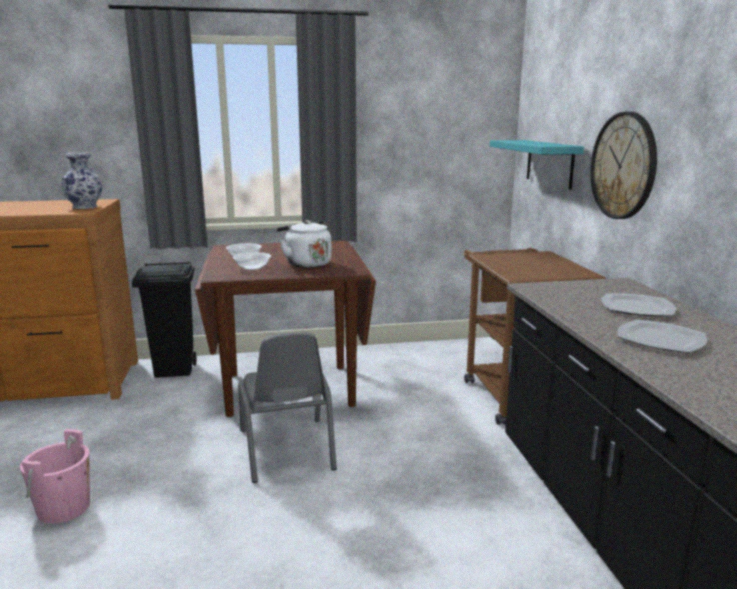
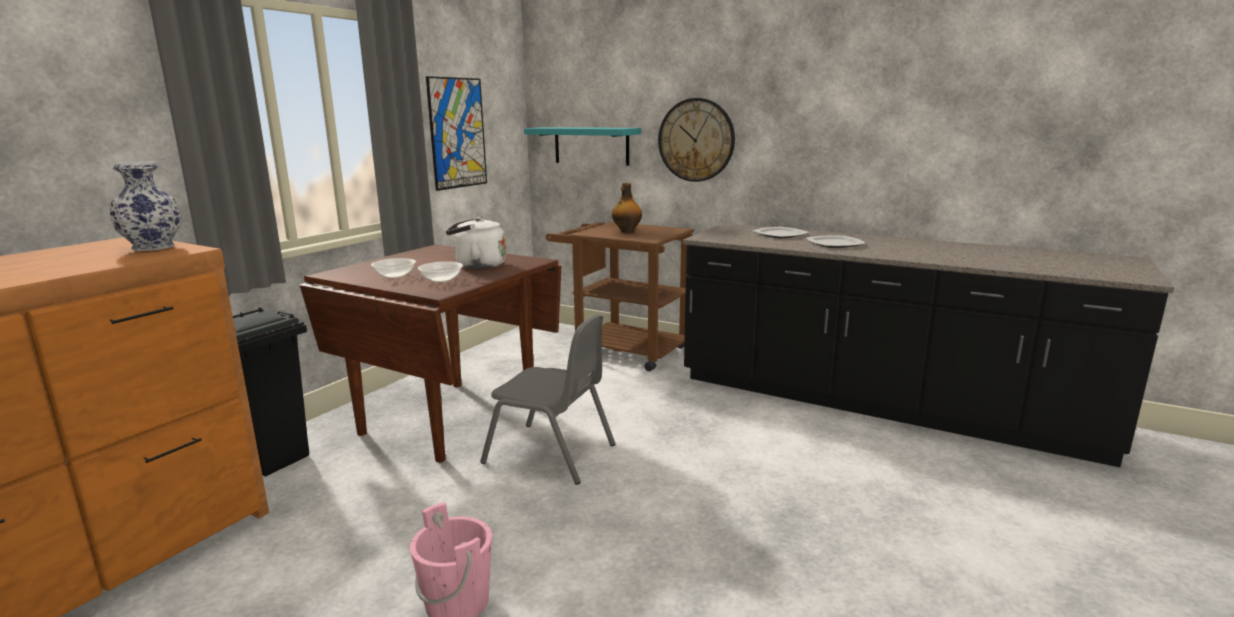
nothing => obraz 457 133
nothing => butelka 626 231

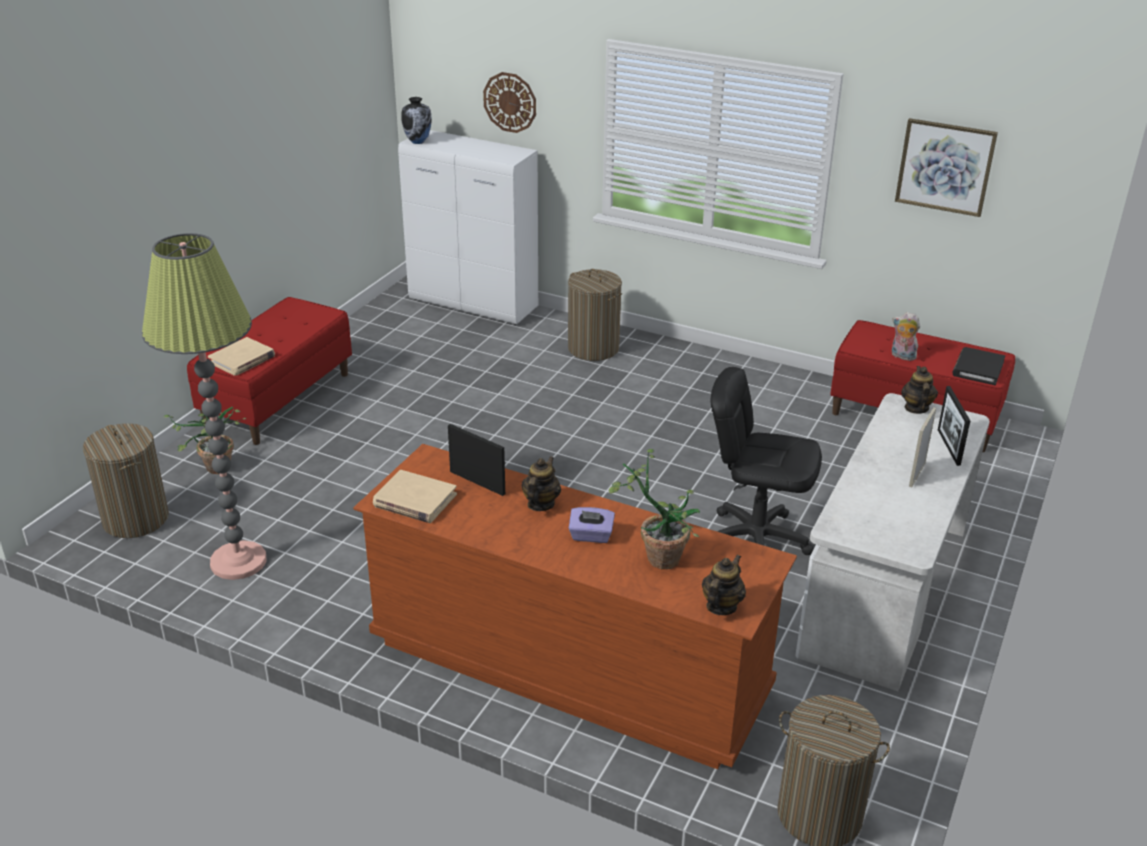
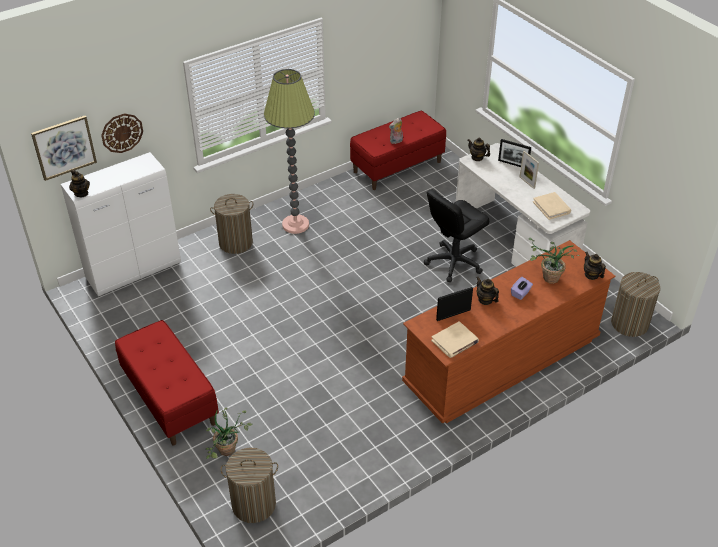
wazon 418 141 => imbryk 81 193
obraz 945 167 => obraz 64 147, relocated
lampa stojąca 238 561 => lampa stojąca 295 224, relocated
książka (beżowy) 242 359 => książka (beżowy) 551 207, relocated
książka (czarny) 977 369 => nothing

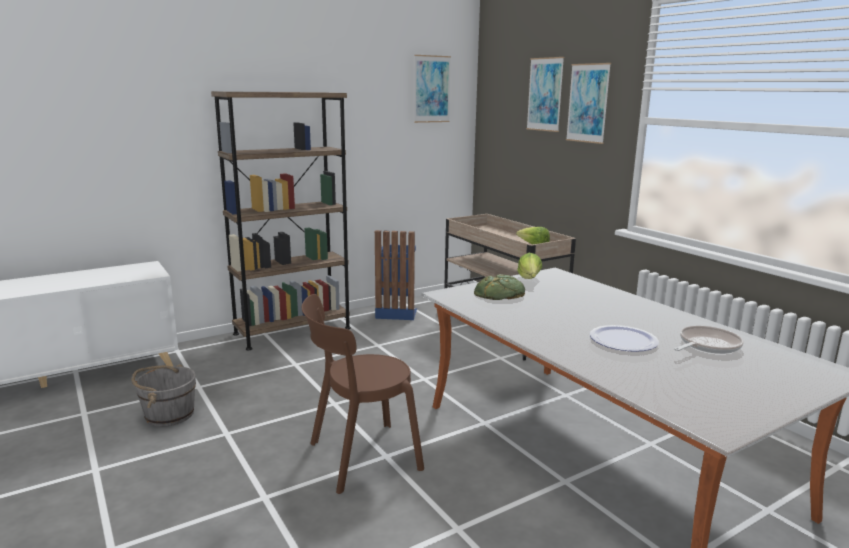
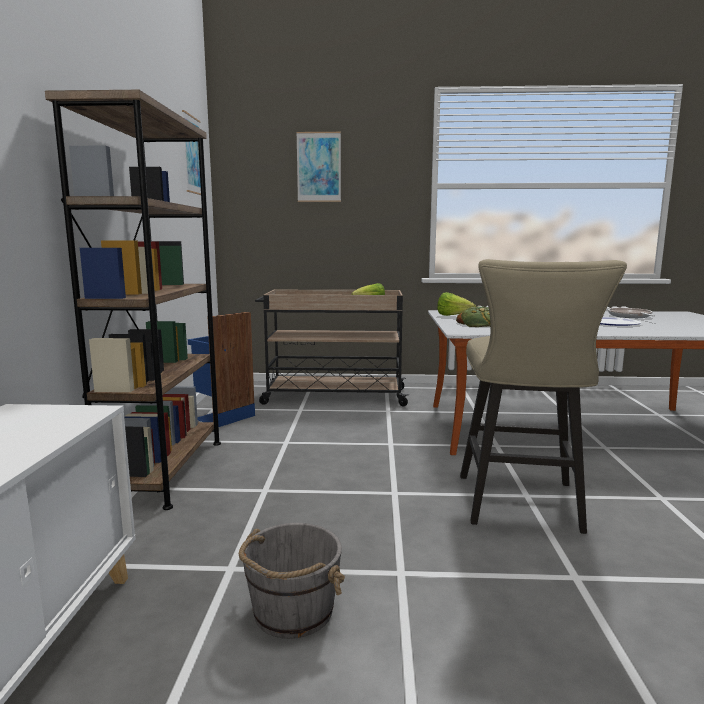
obraz 588 103 => nothing
krzesło (brązowy) 359 457 => stołek (beżowy) 521 507

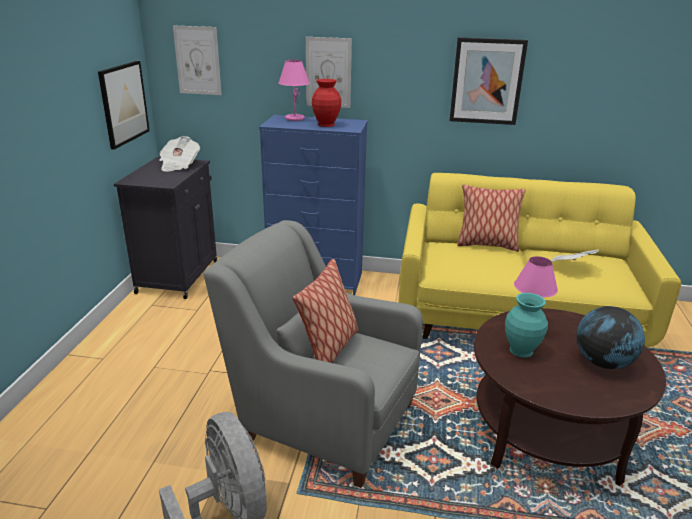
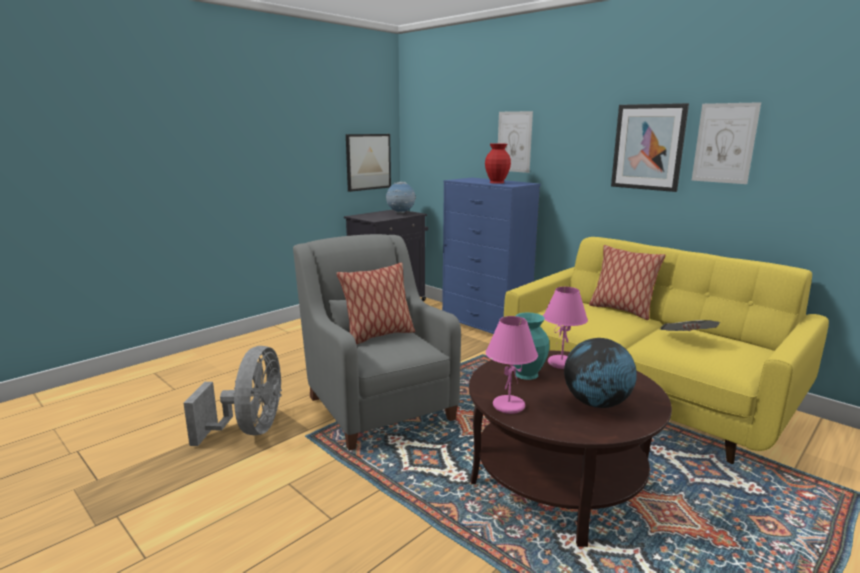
obraz 197 60 => obraz 724 143, relocated
lampa stołowa (różowy) 294 118 => lampa stołowa (różowy) 508 406, relocated
gazeta 179 165 => globus 400 213

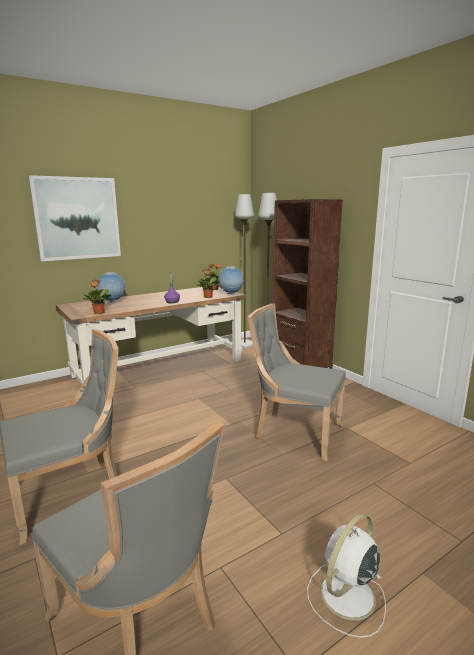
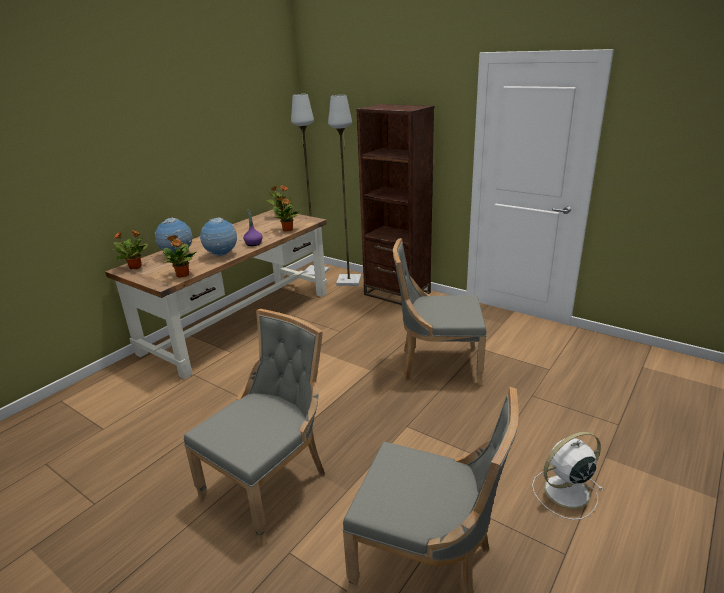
obraz 77 218 => nothing
globus 231 294 => globus 221 255, relocated
wentylator (biały) 346 596 => wentylator (biały) 565 492, 45 degrees clockwise
nothing => roślina doniczkowa 136 267

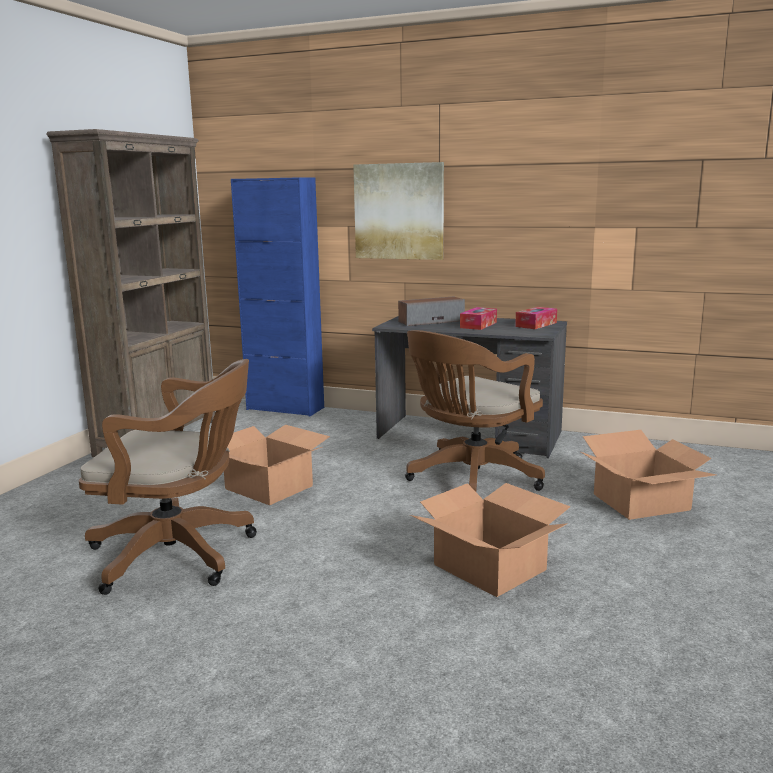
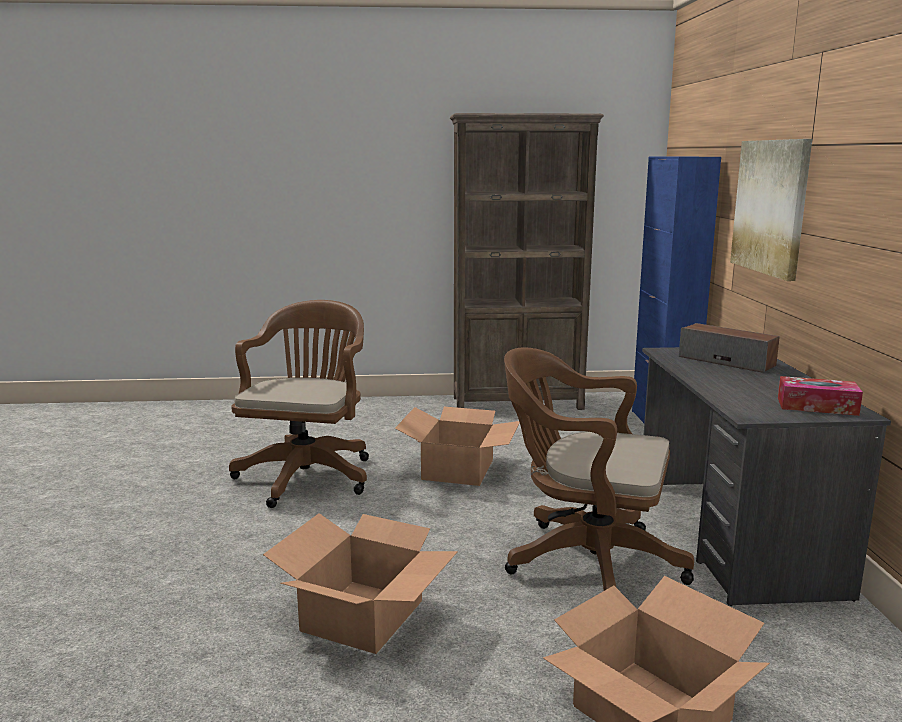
pudełko chusteczek 478 325 => nothing
krzesło biurowe (brązowy) 180 555 => krzesło biurowe (brązowy) 308 474, 150 degrees counterclockwise

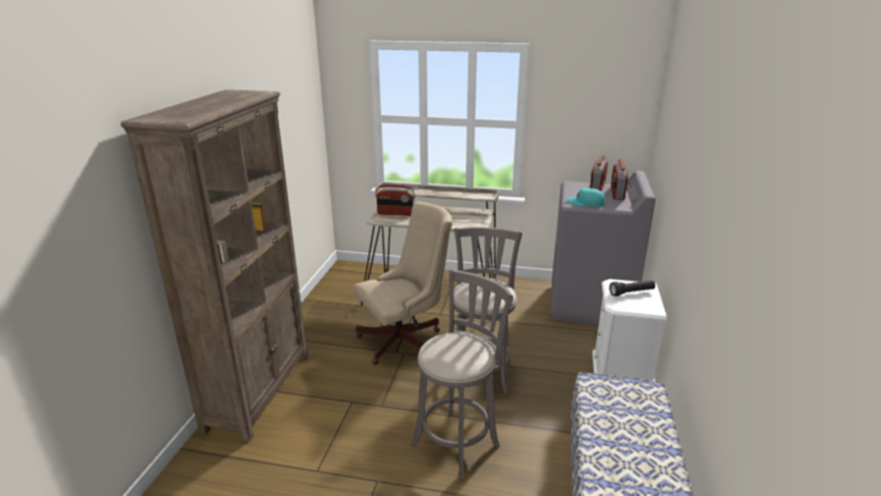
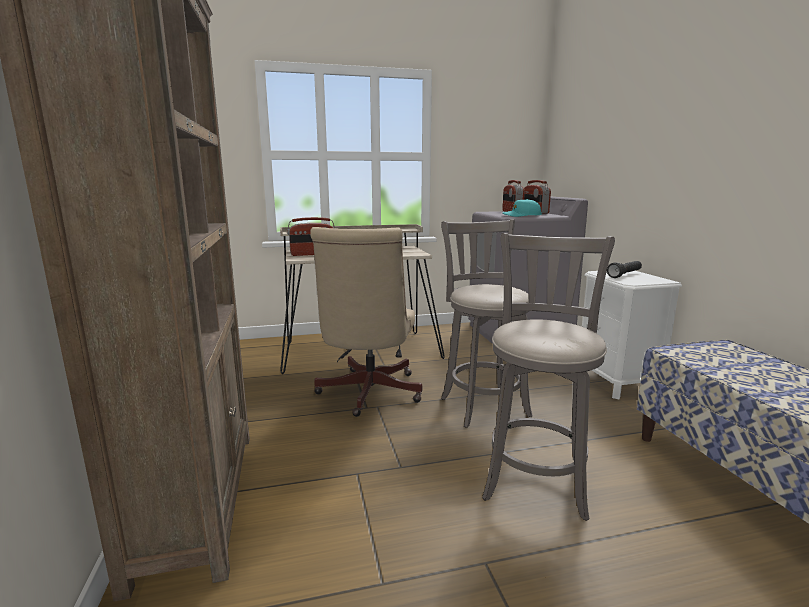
krzesło biurowe (beżowy) 406 340 => krzesło biurowe (beżowy) 367 394, 150 degrees clockwise

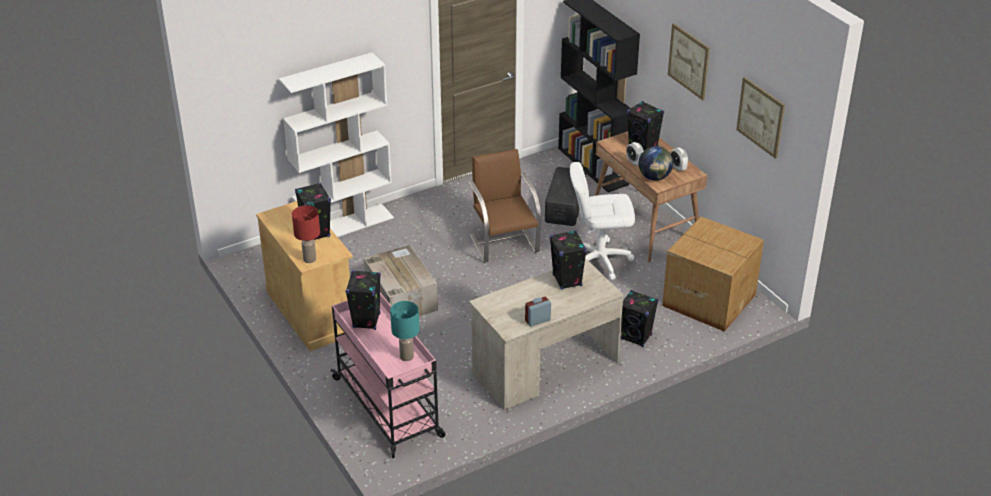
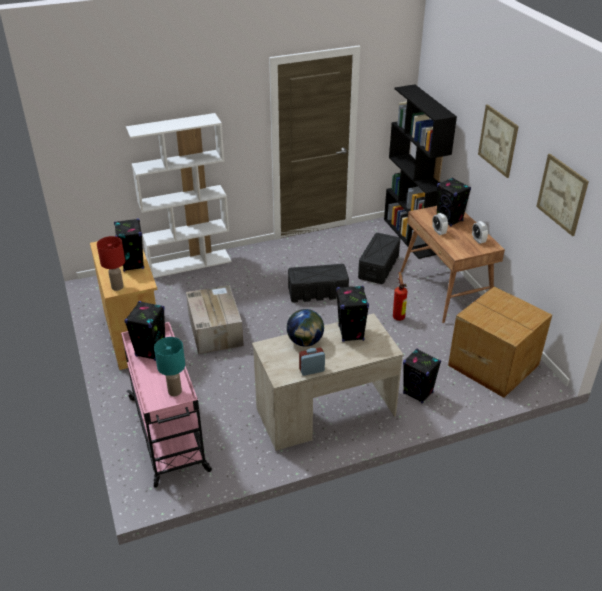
globus 654 177 => globus 305 342, relocated
krzesło (brązowy) 504 243 => pojemnik do przechowywania (czarny) 318 292
krzesło biurowe (biały) 599 260 => gaśnica 398 316

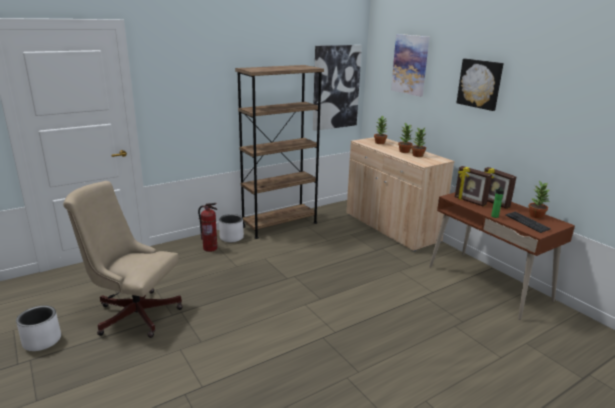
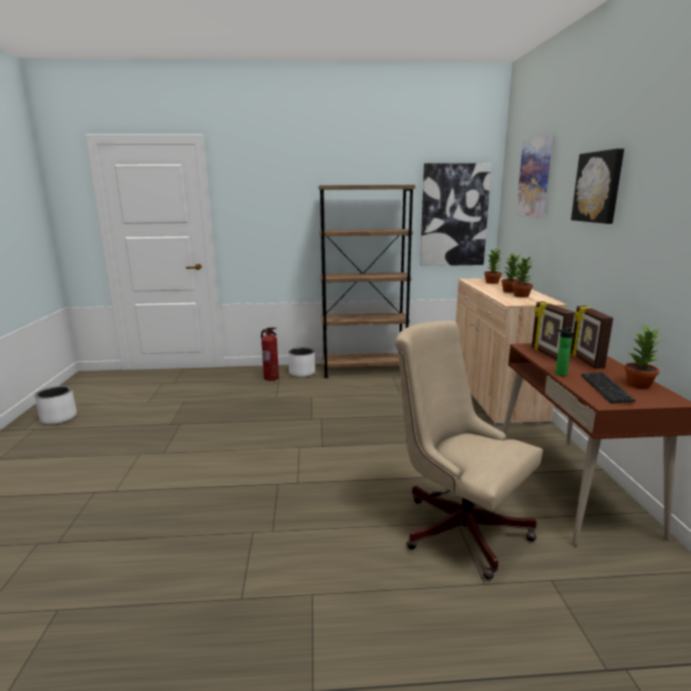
krzesło biurowe (beżowy) 133 313 => krzesło biurowe (beżowy) 457 525, relocated

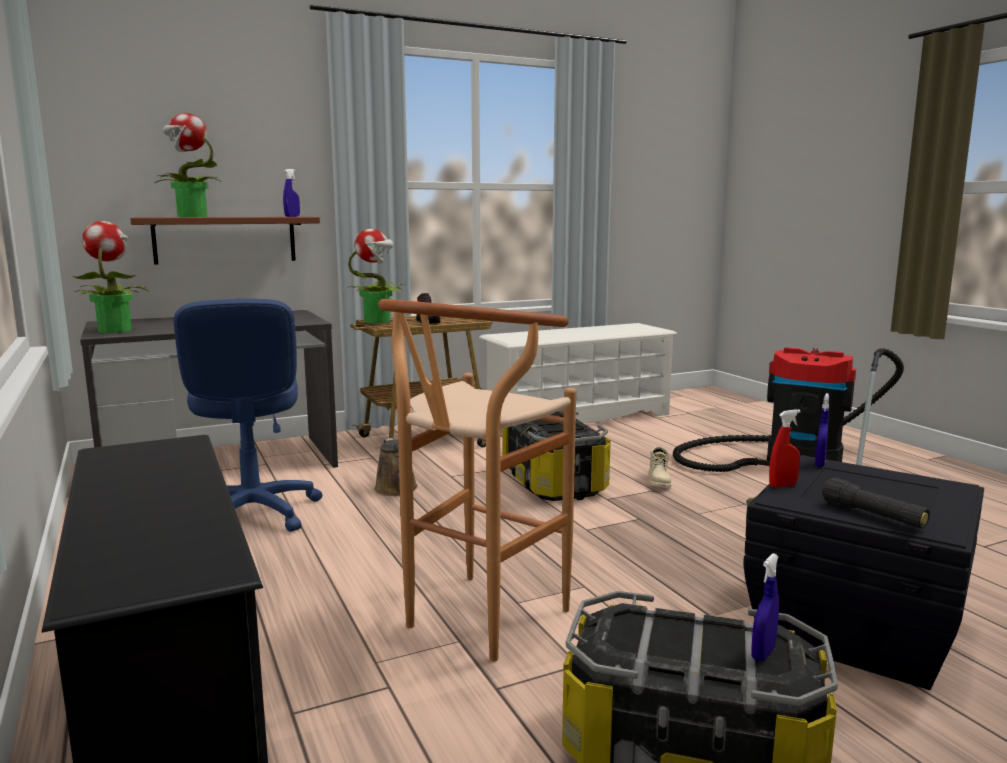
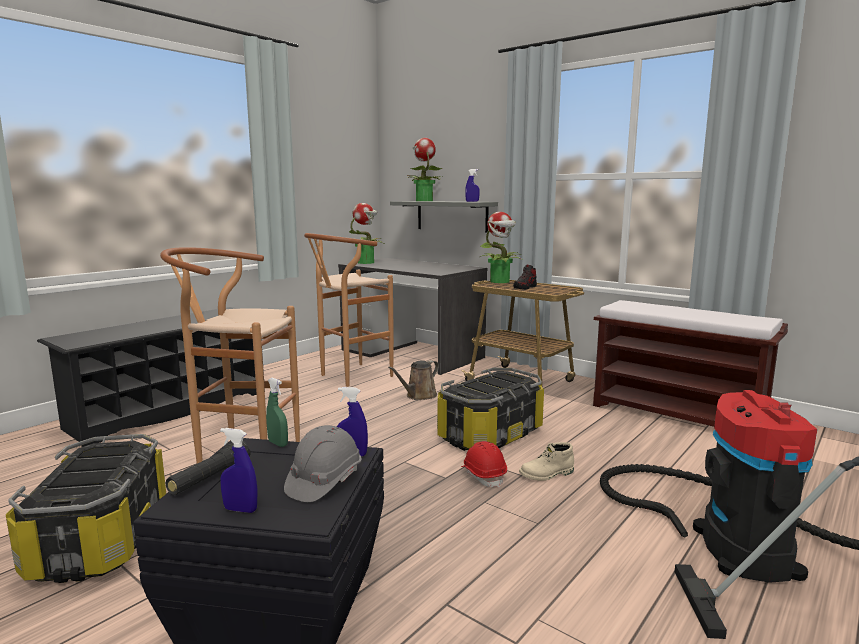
półka (brązowy) 225 239 => półka (szary) 452 216
krzesło biurowe (niebieski) 252 514 => stołek (brązowy) 350 376
regał na buty (biały) 578 417 => ławka (brązowy) 678 415
spryskiwacz (czerwony) 782 485 => spryskiwacz (zielony) 278 443
spryskiwacz (niebieski) 763 653 => spryskiwacz (niebieski) 240 510, relocated
nothing => kask (szary) 324 482
nothing => kask (czerwony) 483 475

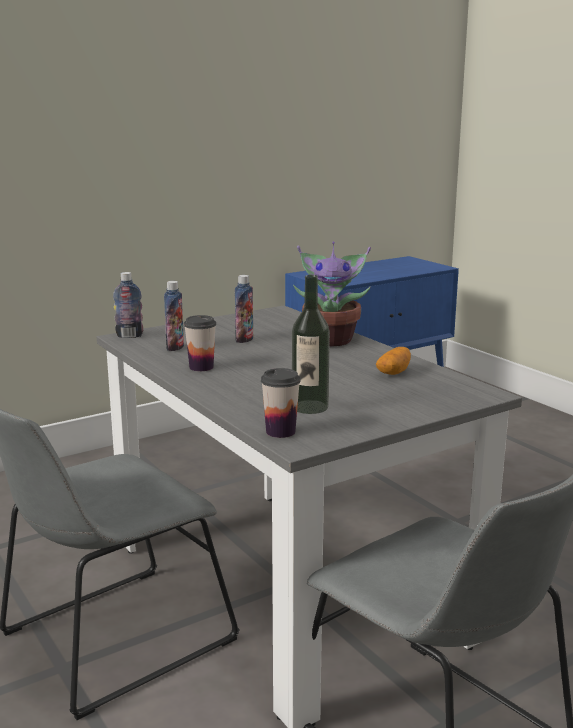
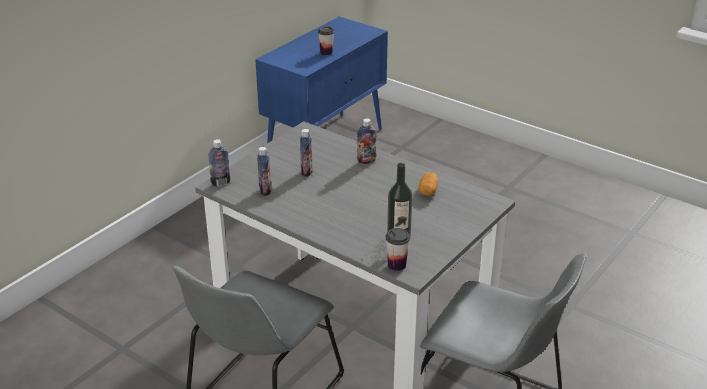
roślina doniczkowa 331 340 => butelka 366 161
filiżanka 201 367 => filiżanka 326 52, relocated

